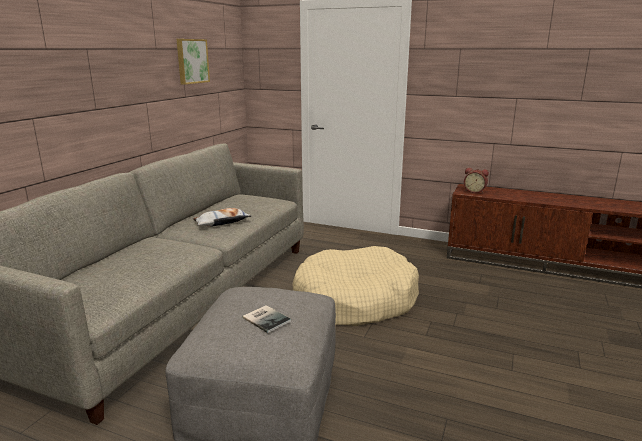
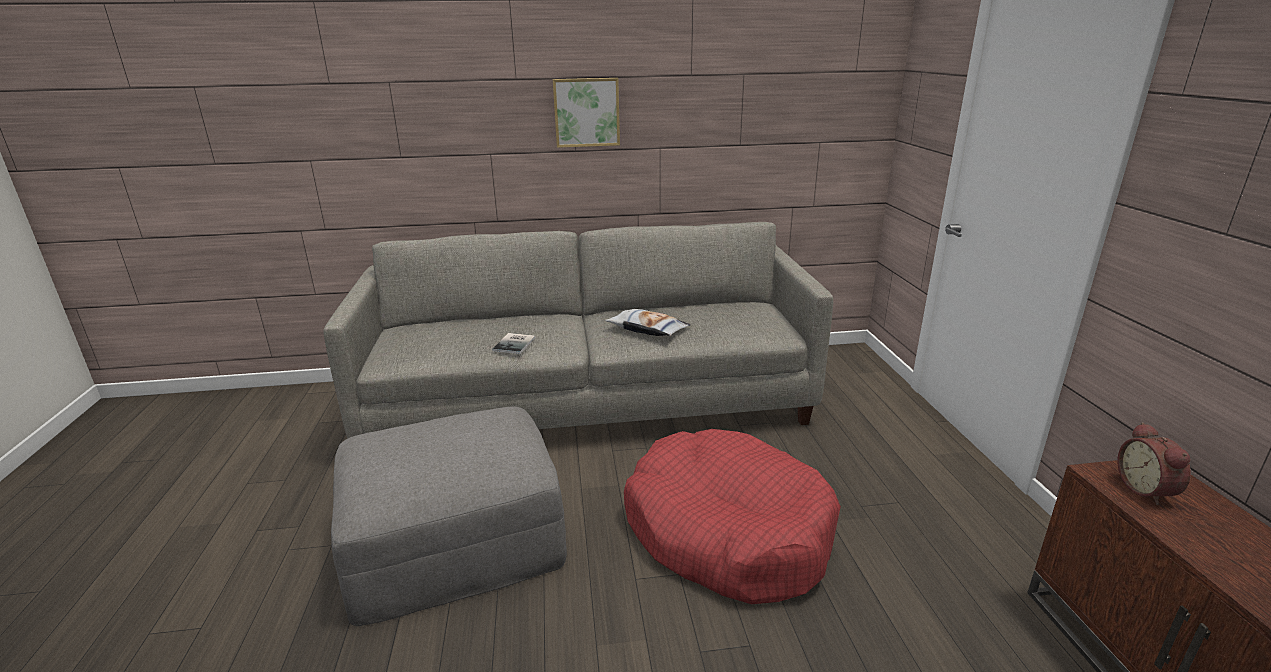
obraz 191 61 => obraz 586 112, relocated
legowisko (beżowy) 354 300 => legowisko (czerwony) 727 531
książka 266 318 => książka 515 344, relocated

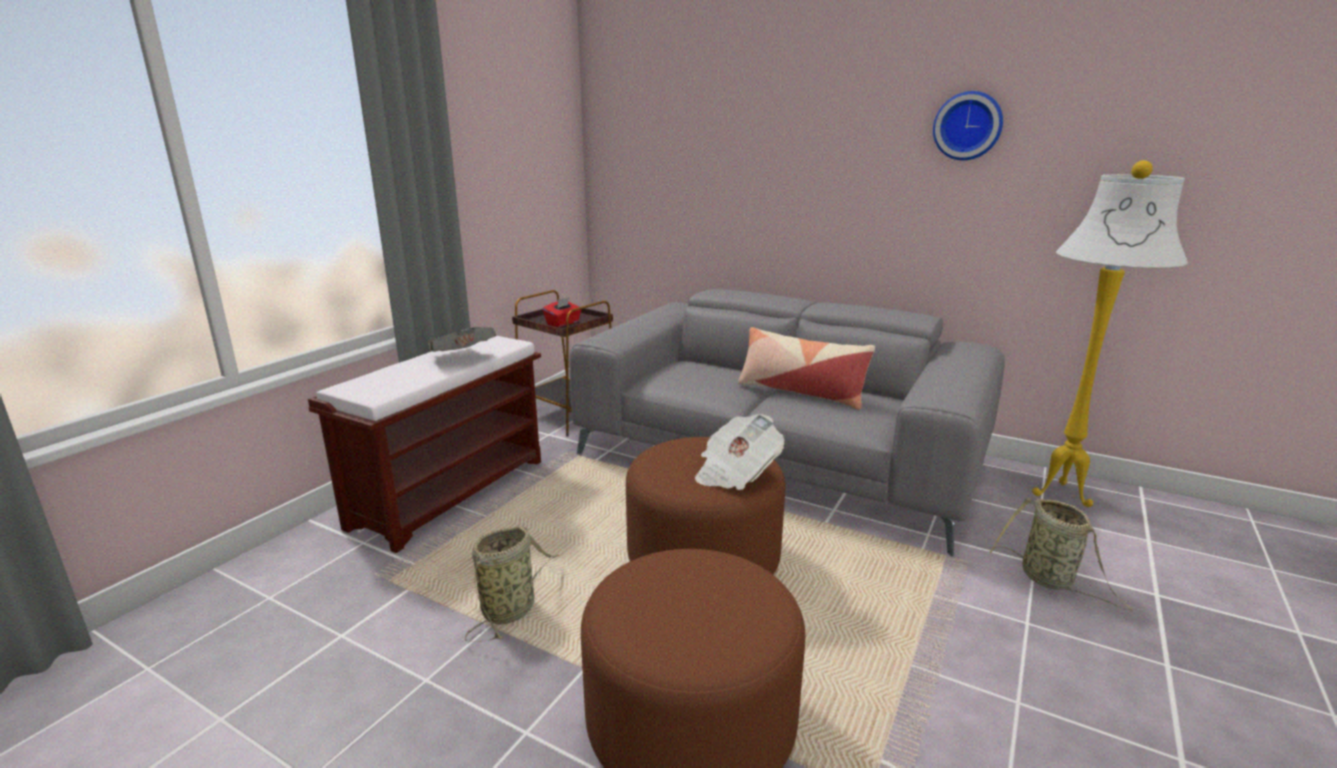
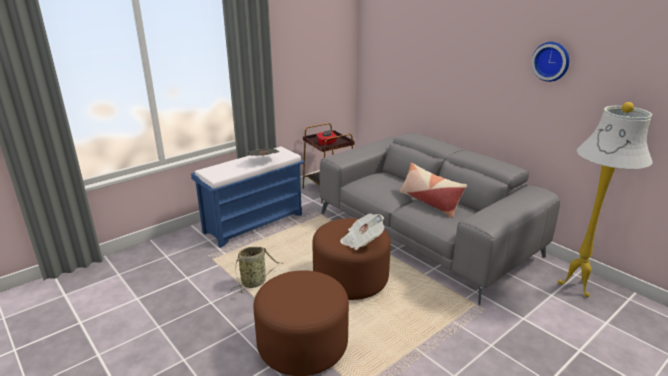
ławka (brązowy) 451 491 => ławka (niebieski) 254 223
koszyk 1050 580 => nothing

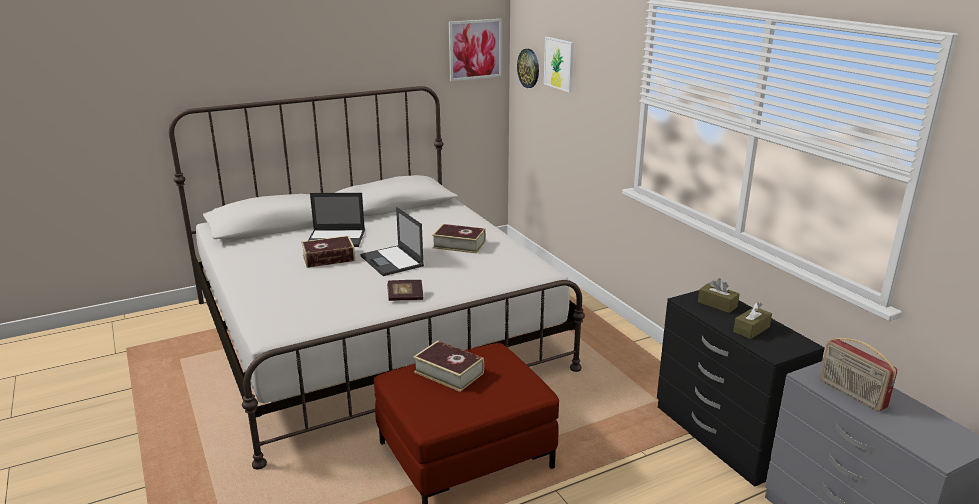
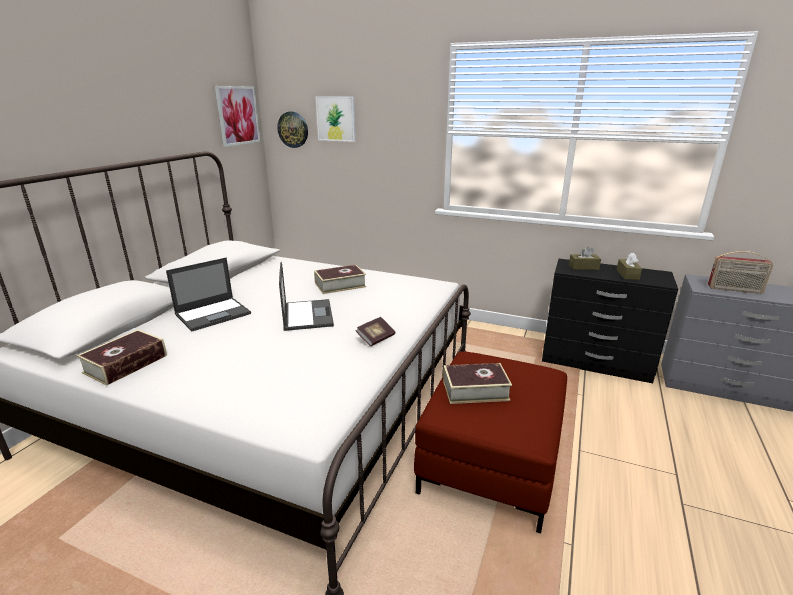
laptop 392 261 => laptop 307 315, 120 degrees counterclockwise
książka 328 258 => książka 126 364, relocated

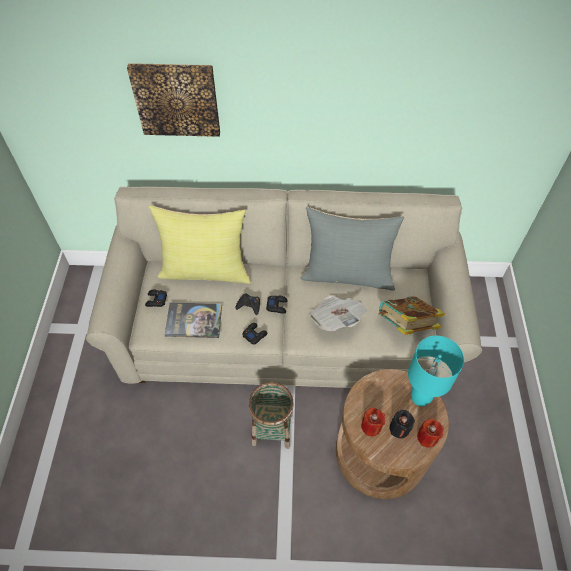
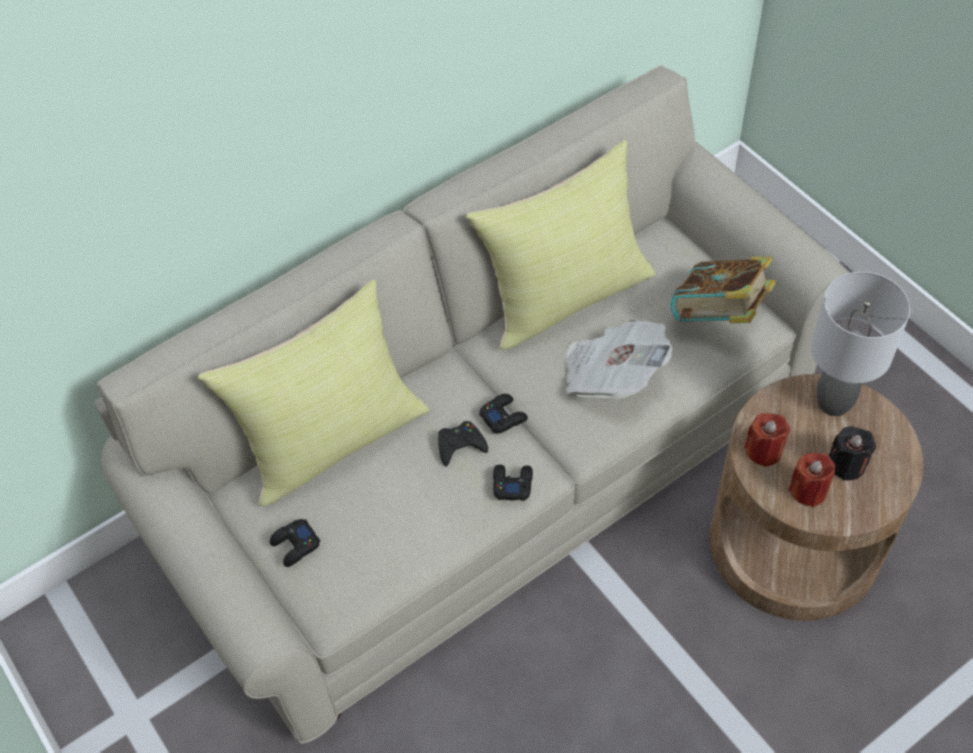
obraz 176 99 => nothing
poduszka (szary) 348 274 => poduszka (żółty) 566 296
książka 194 320 => nothing
lampa stołowa (turkusowy) 419 397 => lampa stołowa (szary) 832 403
koszyk 272 428 => nothing
świeca (czerwony) 427 437 => świeca (czerwony) 764 450, relocated

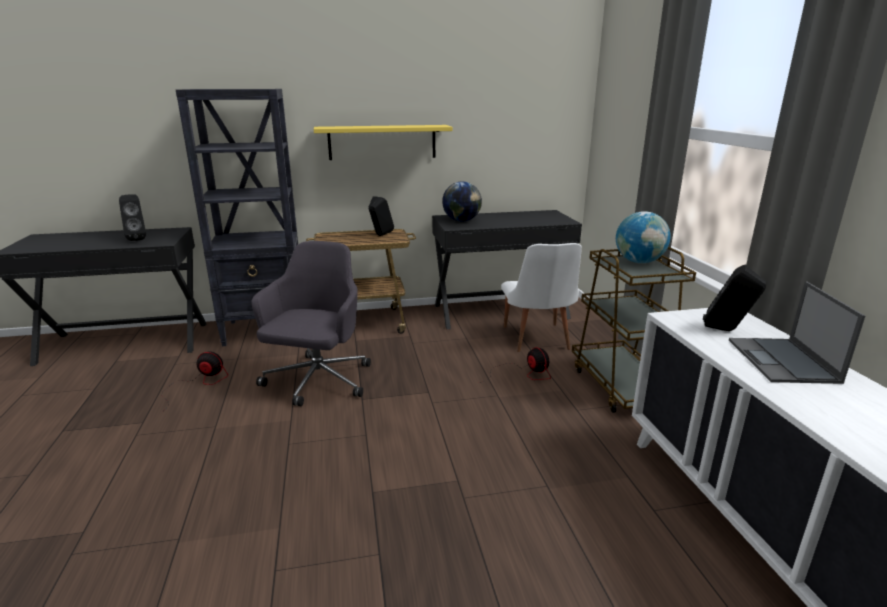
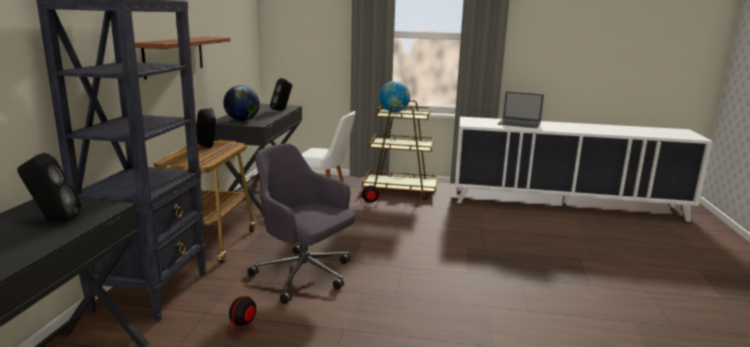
półka (żółty) 382 142 => półka (brązowy) 174 56
głośnik (czarny) 727 330 => głośnik (czarny) 282 110, relocated

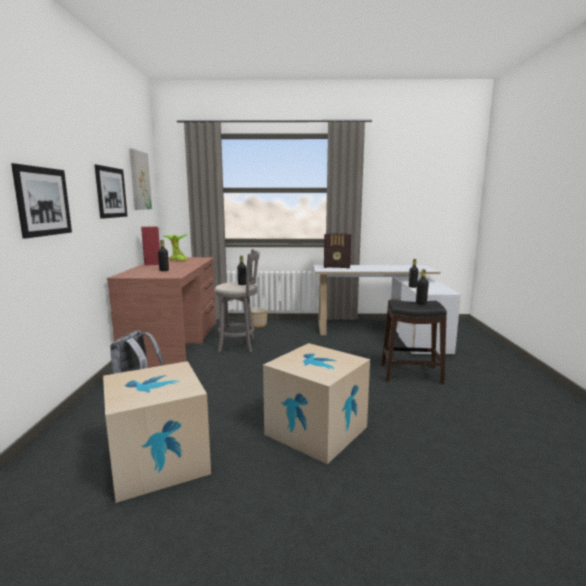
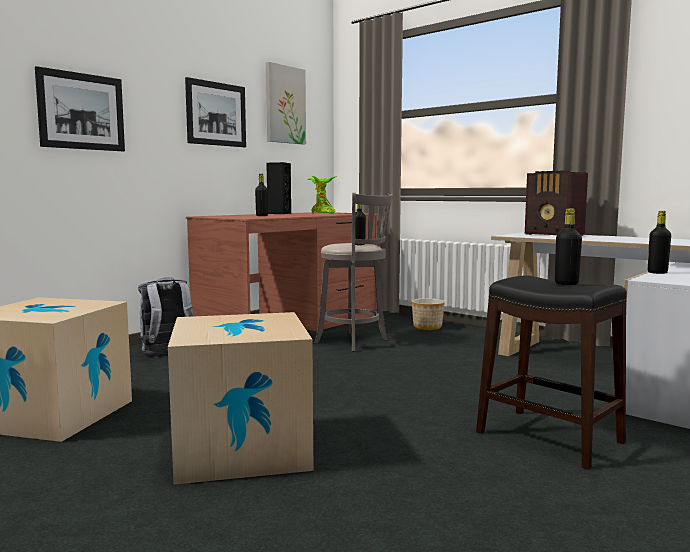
głośnik (czerwony) 152 264 => głośnik (czarny) 279 213

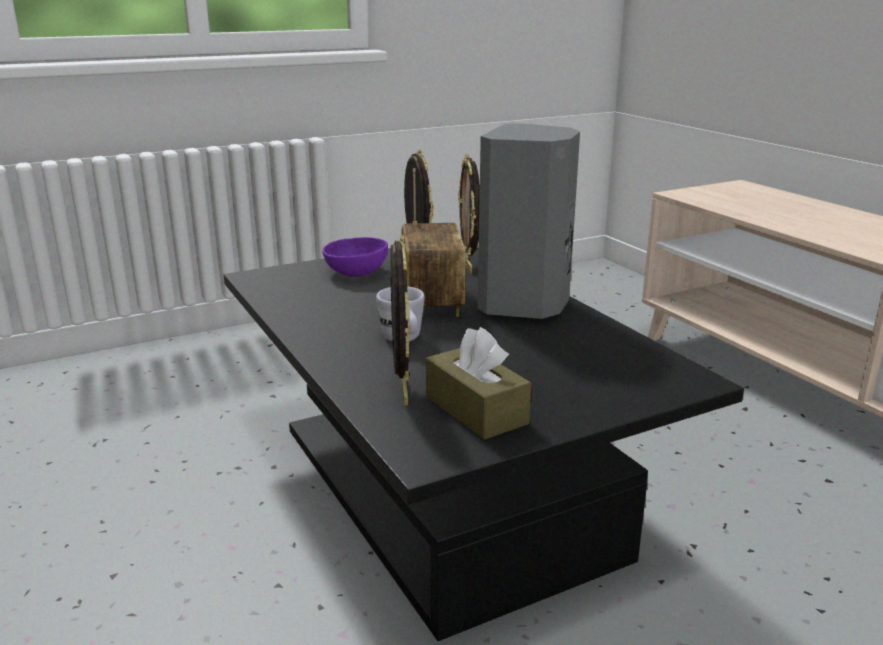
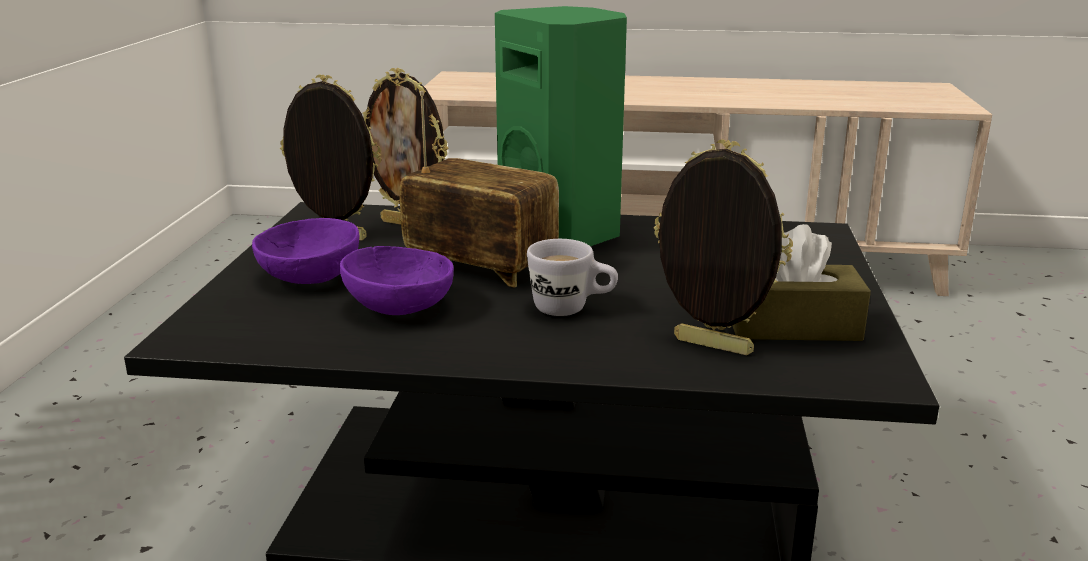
głośnik (szary) 525 305 => głośnik (zielony) 564 234
nothing => miska (fioletowy) 400 306

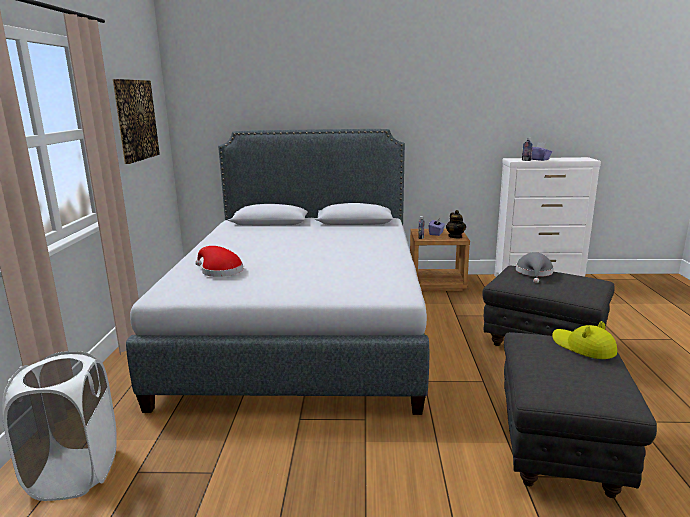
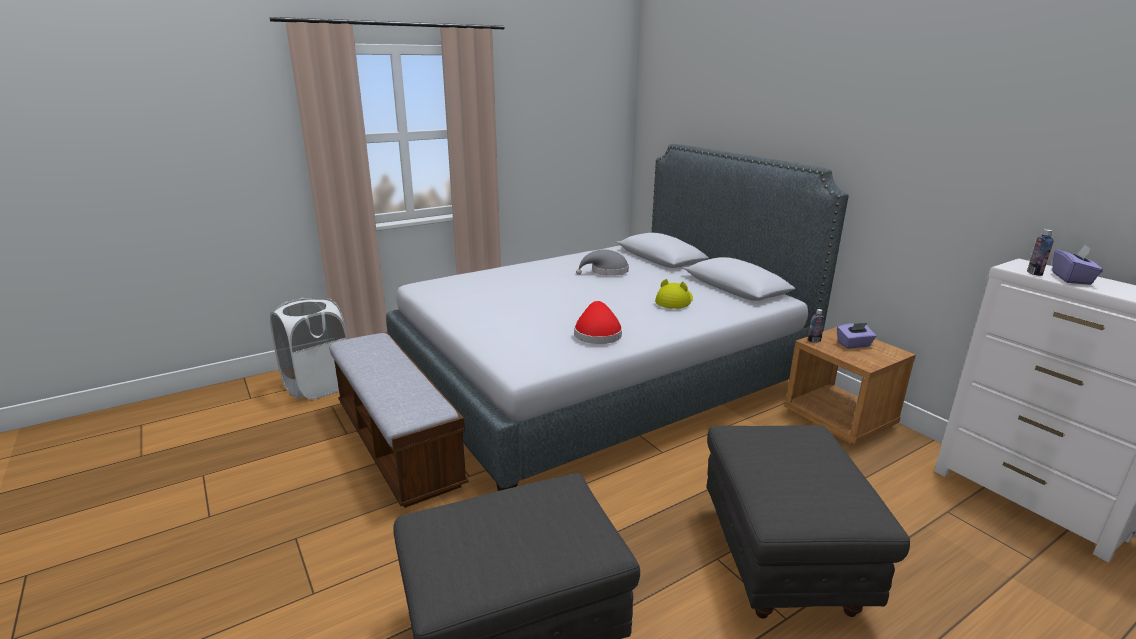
obraz 136 120 => nothing
imbryk 455 236 => nothing
kapelusz (czerwony) 219 271 => kapelusz (czerwony) 597 333, relocated
kapelusz (szary) 534 273 => kapelusz (szary) 606 271, relocated
kapelusz (żółty) 583 347 => kapelusz (żółty) 674 301, relocated
nothing => ławka 397 444

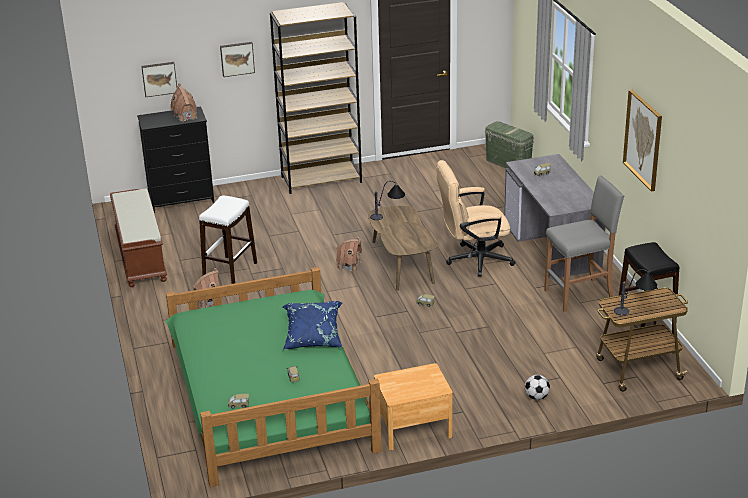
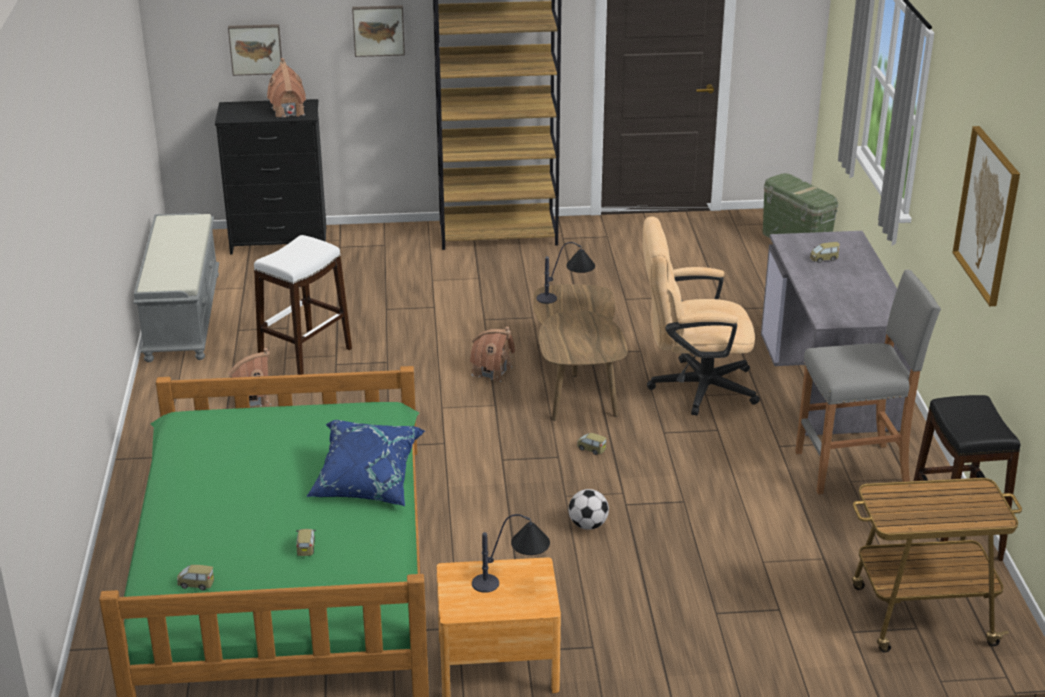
ławka (brązowy) 140 256 => ławka (szary) 182 316
lampa stołowa 635 308 => lampa stołowa 513 581, relocated
piłka futbolowa 536 397 => piłka futbolowa 588 525, relocated

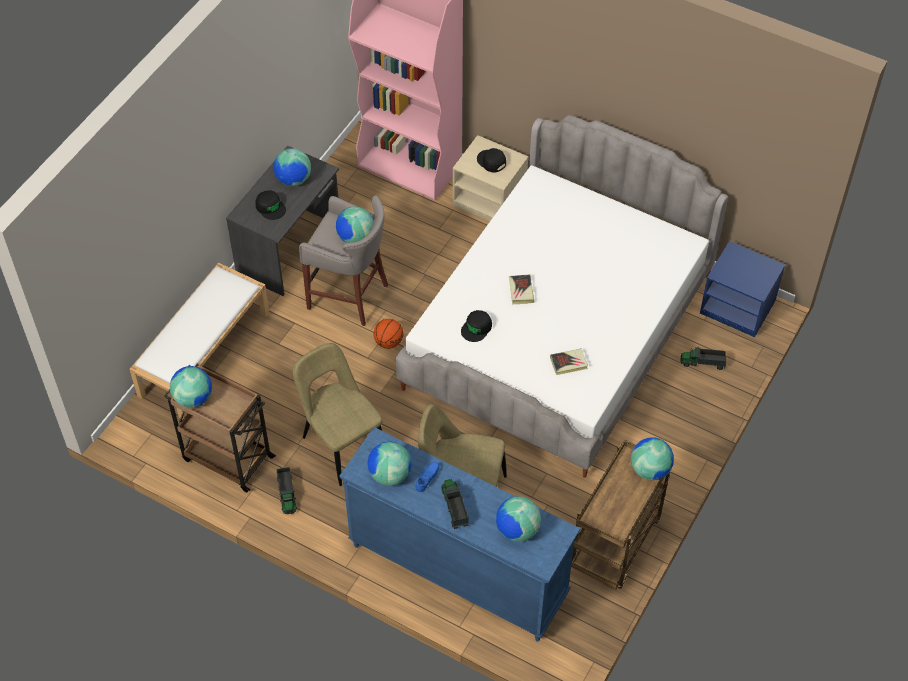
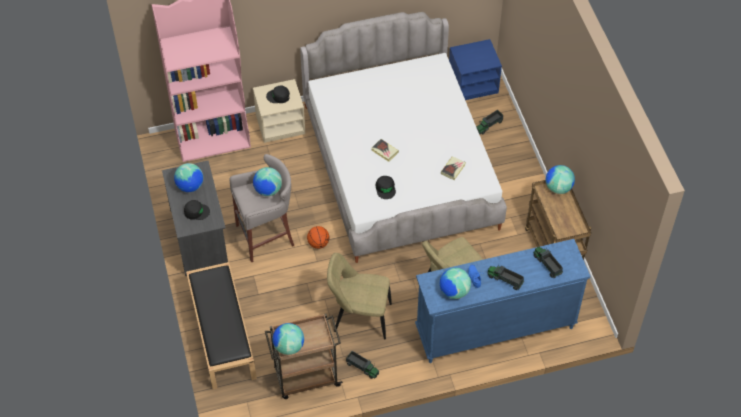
ławka (biały) 204 353 => ławka (czarny) 222 333
globus 517 530 => ciężarówka zabawkowa 547 265

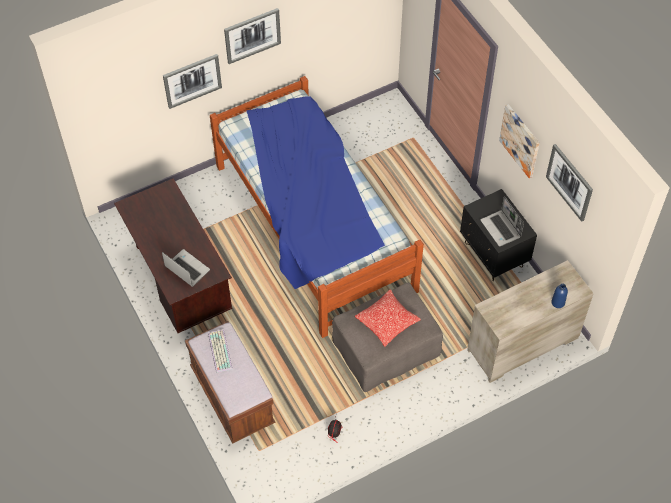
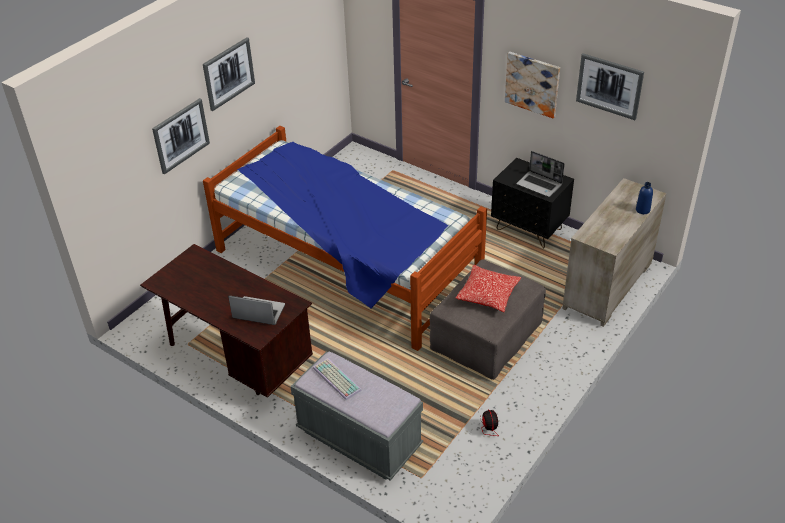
ławka (brązowy) 232 396 => ławka (szary) 359 439

